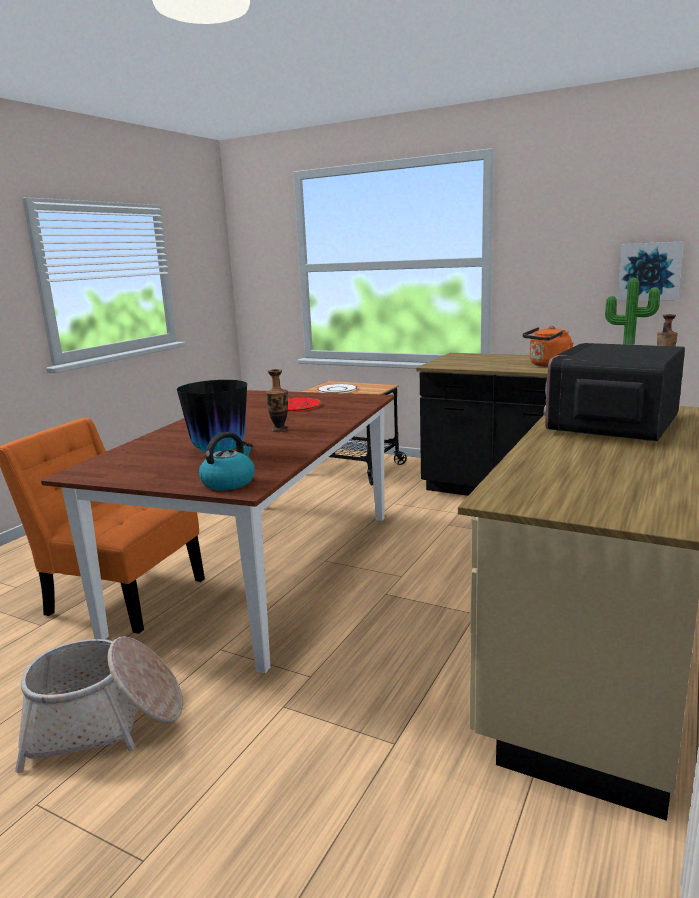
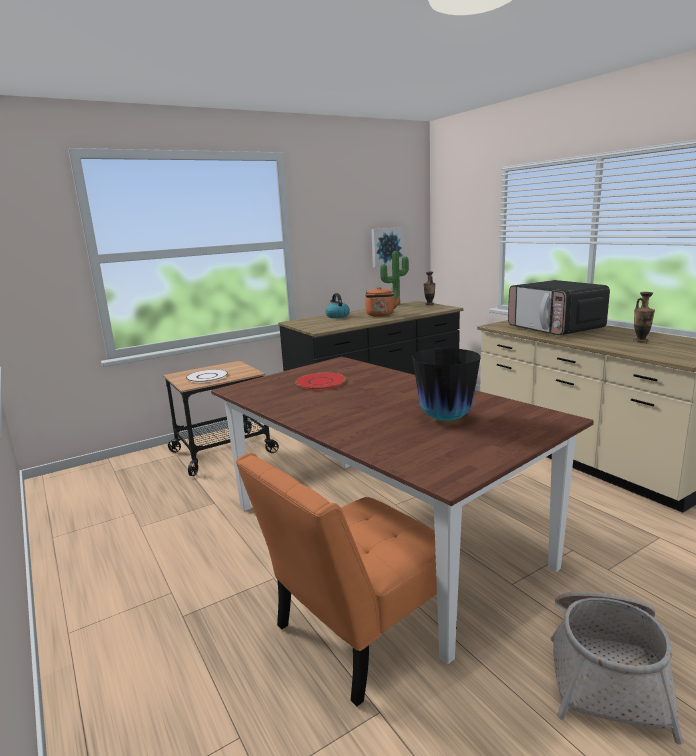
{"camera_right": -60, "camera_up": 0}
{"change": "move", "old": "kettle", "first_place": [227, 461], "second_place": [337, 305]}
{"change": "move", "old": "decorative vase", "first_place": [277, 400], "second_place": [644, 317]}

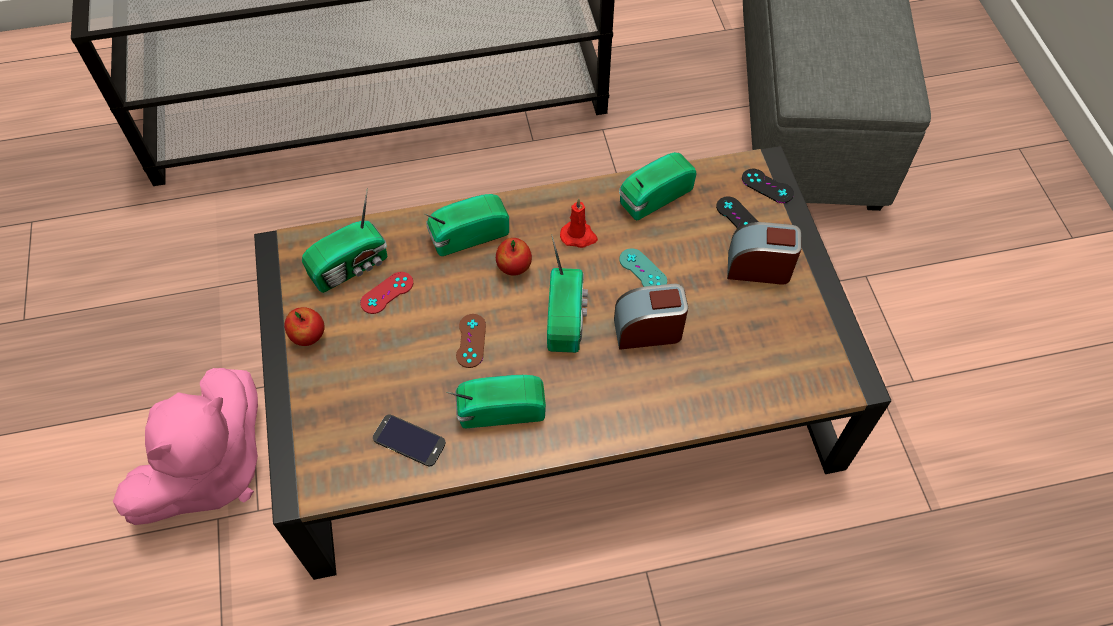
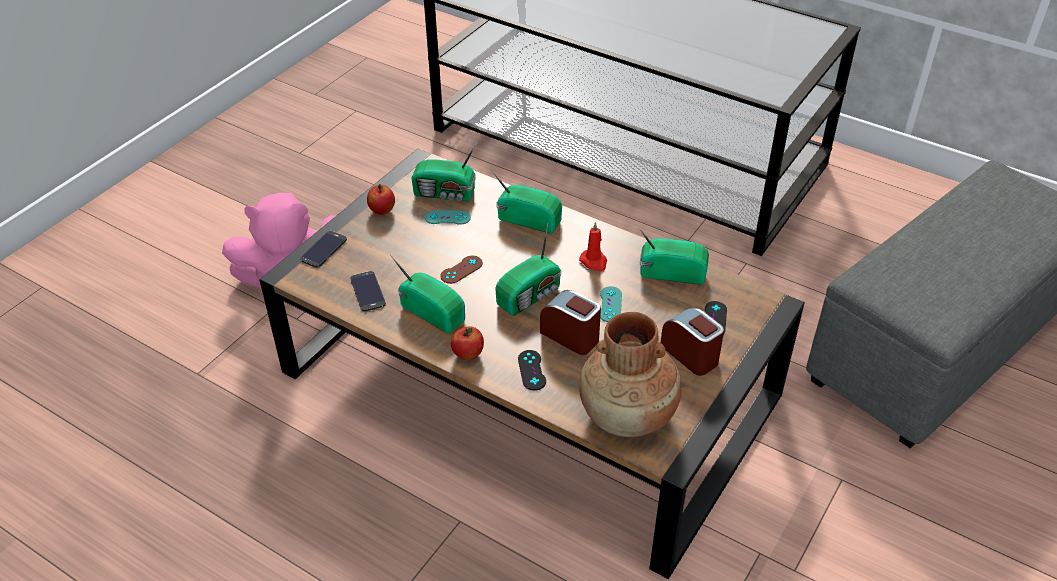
{"camera_right": 45, "camera_up": -15}
{"change": "insert", "new": "handset", "second_place": [323, 249]}
{"change": "recolor", "old": "reddish joypad", "new": "turquoise joypad", "first_place": [386, 293], "second_place": [448, 217]}
{"change": "move", "old": "apple fruit", "first_place": [514, 257], "second_place": [467, 343]}
{"change": "move", "old": "blackish joypad", "first_place": [768, 186], "second_place": [532, 370]}
{"change": "insert", "new": "brown decorative vase", "second_place": [630, 374]}

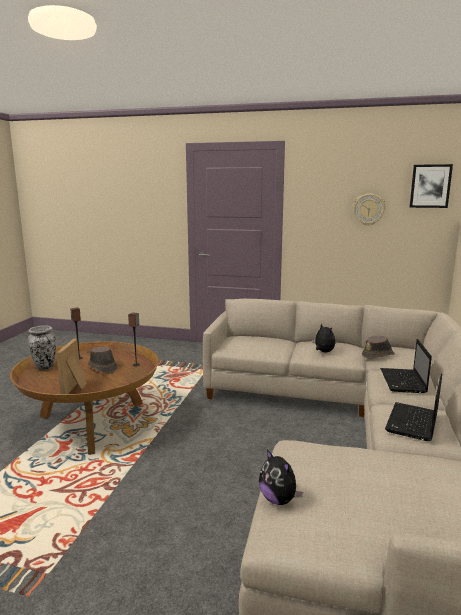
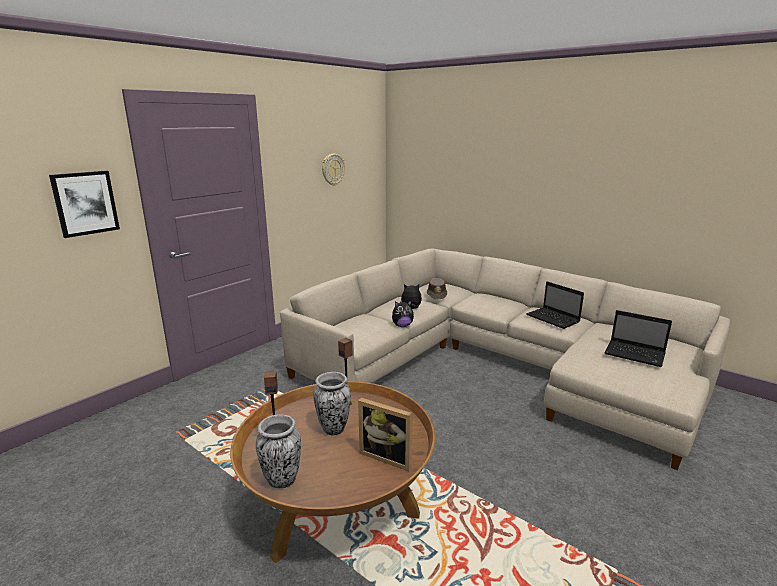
{"camera_right": -65, "camera_up": 5}
{"change": "move", "old": "wall art", "first_place": [431, 186], "second_place": [84, 204]}
{"change": "replace", "old": "brown hat", "new": "decorative vase", "first_place": [102, 360], "second_place": [332, 403]}
{"change": "move", "old": "soft toy", "first_place": [281, 477], "second_place": [403, 314]}
{"change": "move", "old": "notebook computer", "first_place": [406, 366], "second_place": [638, 338]}

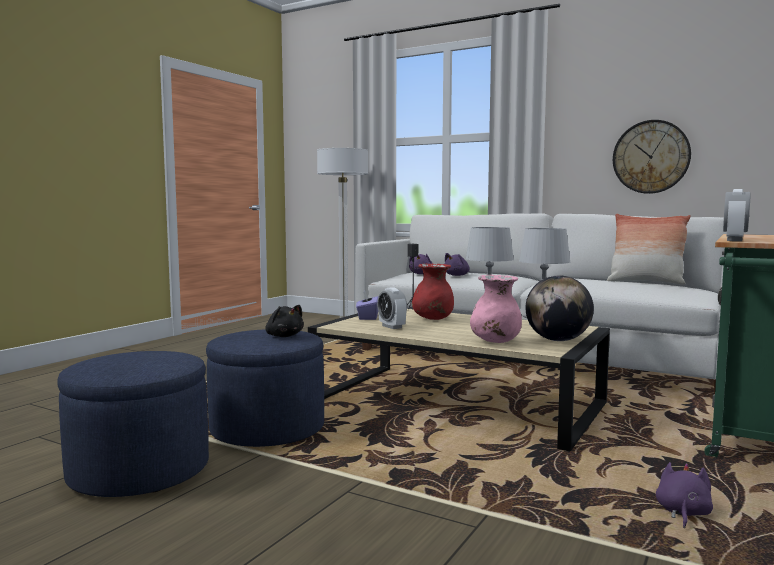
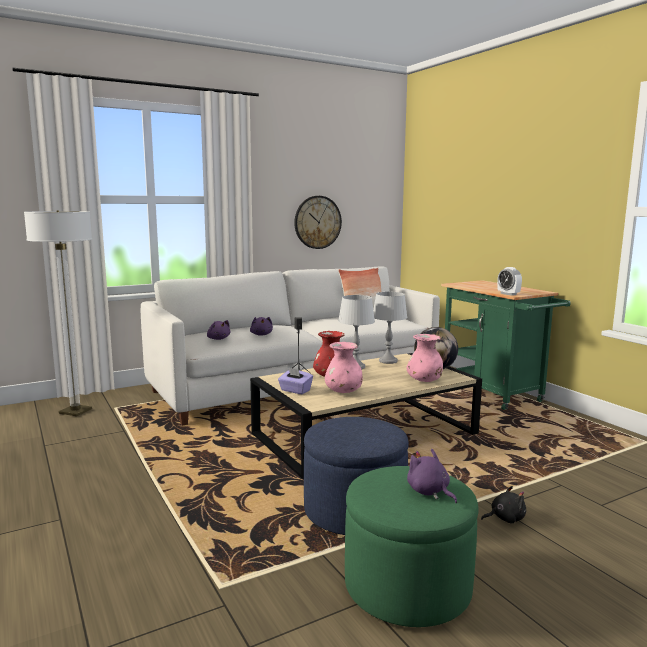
{"camera_right": -60, "camera_up": 5}
{"change": "replace", "old": "table clock", "new": "pinkish decorative vase", "first_place": [392, 308], "second_place": [344, 367]}
{"change": "recolor", "old": "bluish ottoman", "new": "green-coloured ottoman", "first_place": [133, 424], "second_place": [412, 546]}
{"change": "move", "old": "purple soft toy", "first_place": [684, 495], "second_place": [432, 476]}
{"change": "move", "old": "blackish soft toy", "first_place": [284, 321], "second_place": [503, 504]}

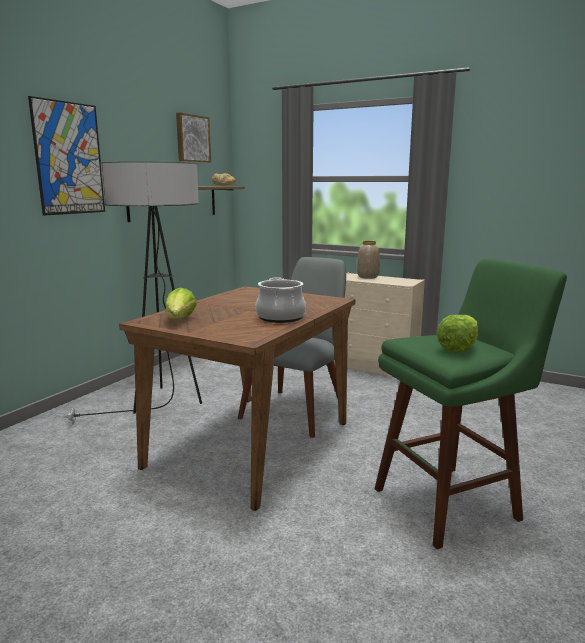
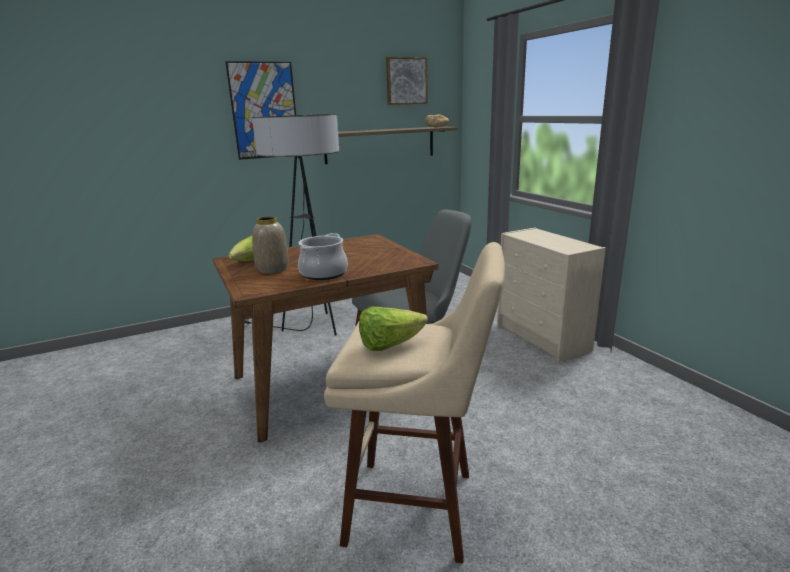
{"camera_right": 35, "camera_up": 5}
{"change": "move", "old": "decorative vase", "first_place": [368, 260], "second_place": [270, 245]}
{"change": "recolor", "old": "green-coloured stool", "new": "sand-coloured stool", "first_place": [471, 403], "second_place": [414, 403]}

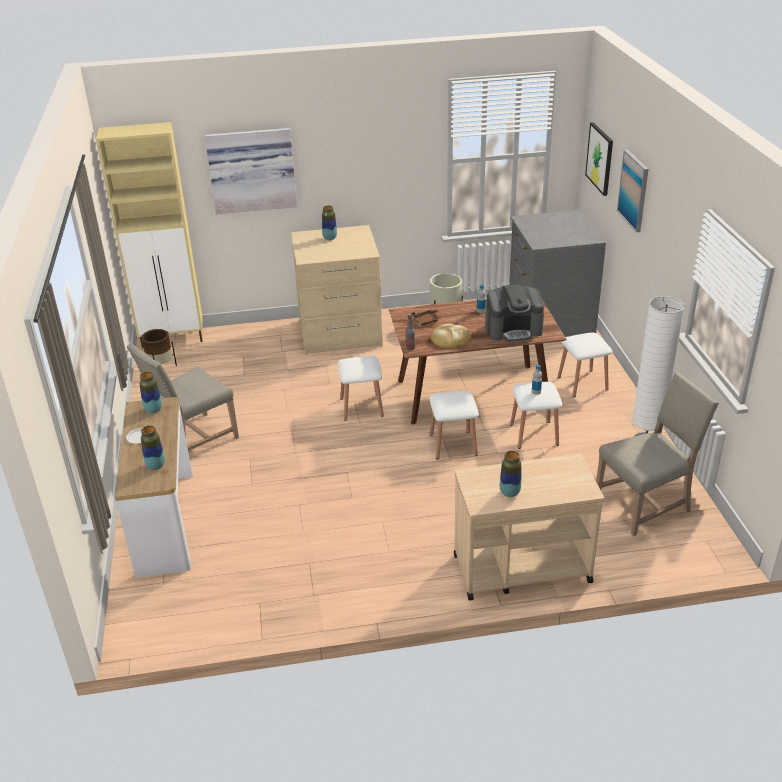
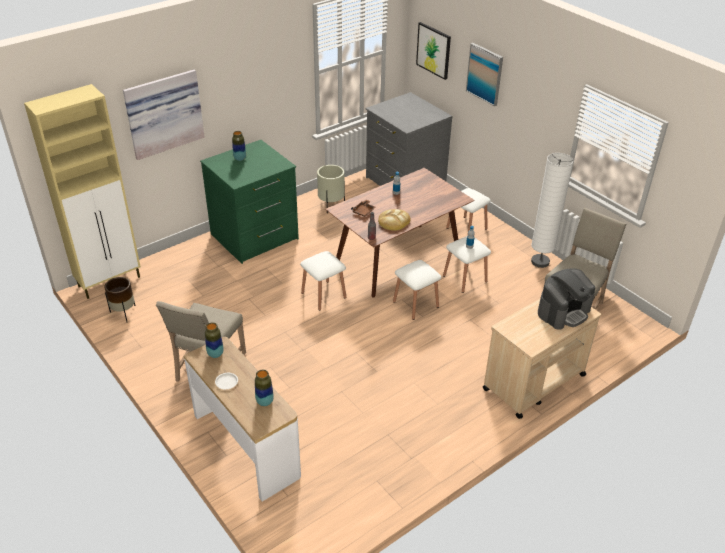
{"camera_right": -30, "camera_up": 5}
{"change": "recolor", "old": "sand-coloured drawer chest", "new": "green-coloured drawer chest", "first_place": [337, 290], "second_place": [249, 202]}
{"change": "move", "old": "coffee machine", "first_place": [514, 313], "second_place": [566, 299]}
{"change": "delete", "old": "decorative vase", "first_place": [510, 474]}

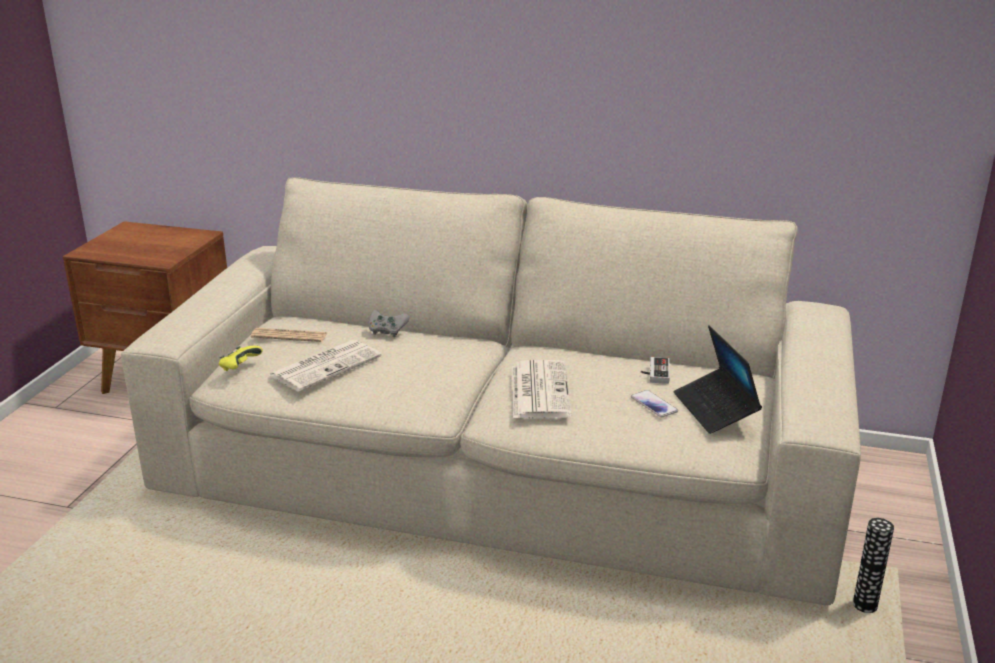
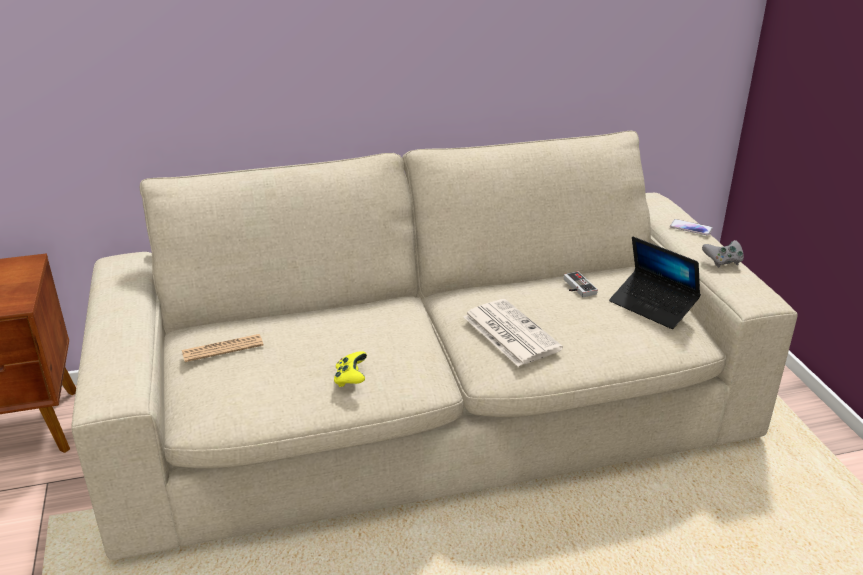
{"camera_right": -30, "camera_up": 5}
{"change": "move", "old": "yellowish joypad", "first_place": [241, 358], "second_place": [350, 369]}
{"change": "move", "old": "handset", "first_place": [654, 403], "second_place": [691, 227]}
{"change": "move", "old": "grey joypad", "first_place": [389, 323], "second_place": [723, 254]}
{"change": "delete", "old": "printed paper", "first_place": [325, 366]}
{"change": "delete", "old": "decorative vase", "first_place": [873, 565]}

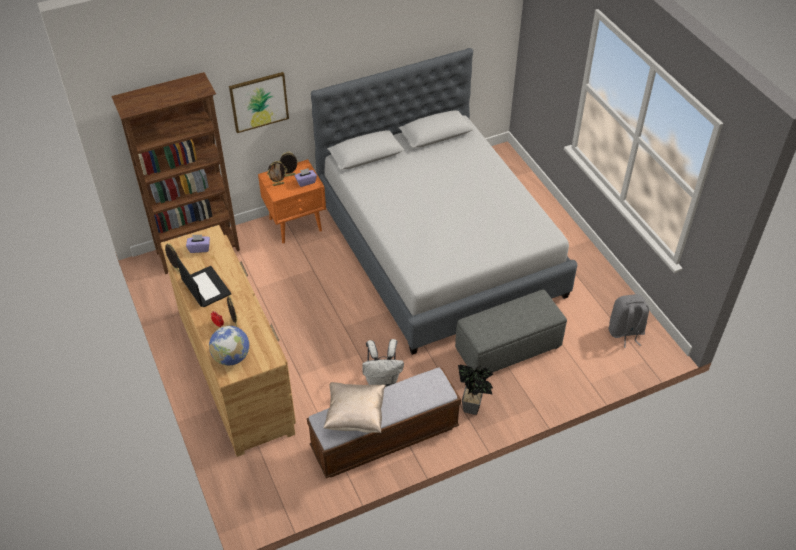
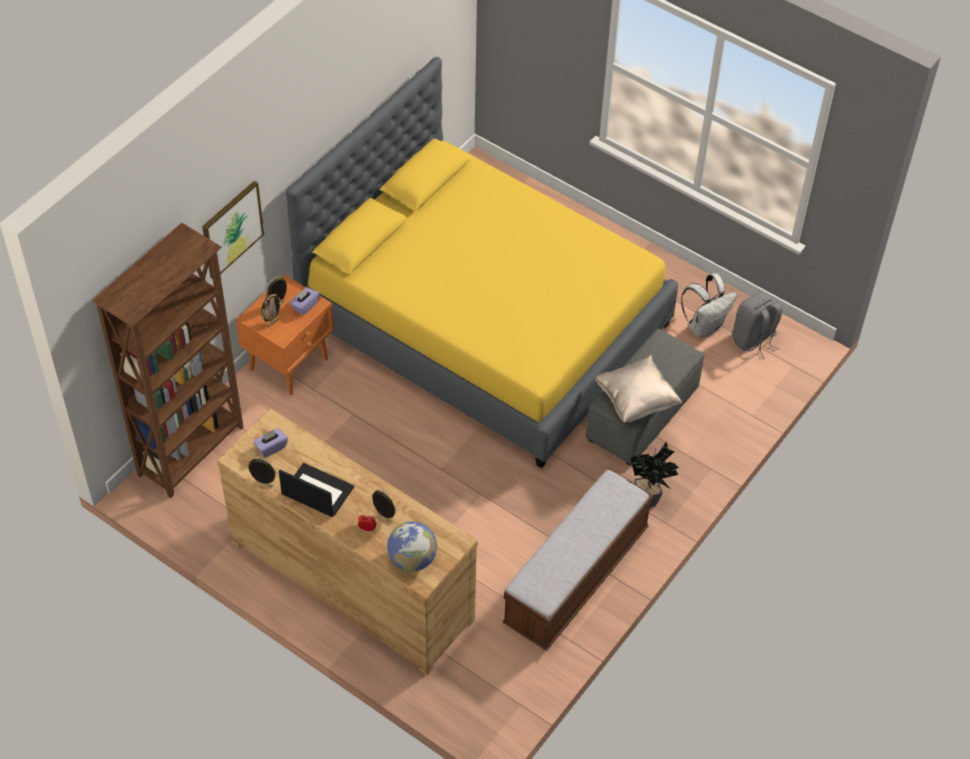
{"camera_right": -30, "camera_up": 5}
{"change": "recolor", "old": "grey bedroom bed", "new": "yellowish bedroom bed", "first_place": [444, 201], "second_place": [482, 262]}
{"change": "move", "old": "sand-coloured pillow", "first_place": [354, 407], "second_place": [638, 389]}
{"change": "move", "old": "white-coloured rucksack", "first_place": [383, 363], "second_place": [709, 305]}

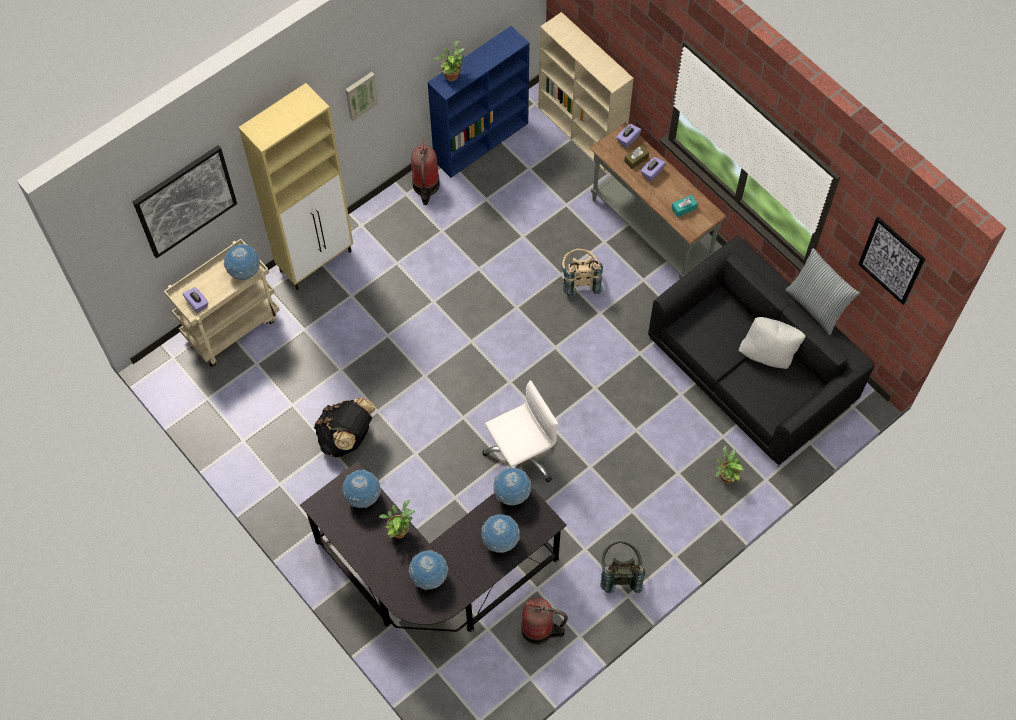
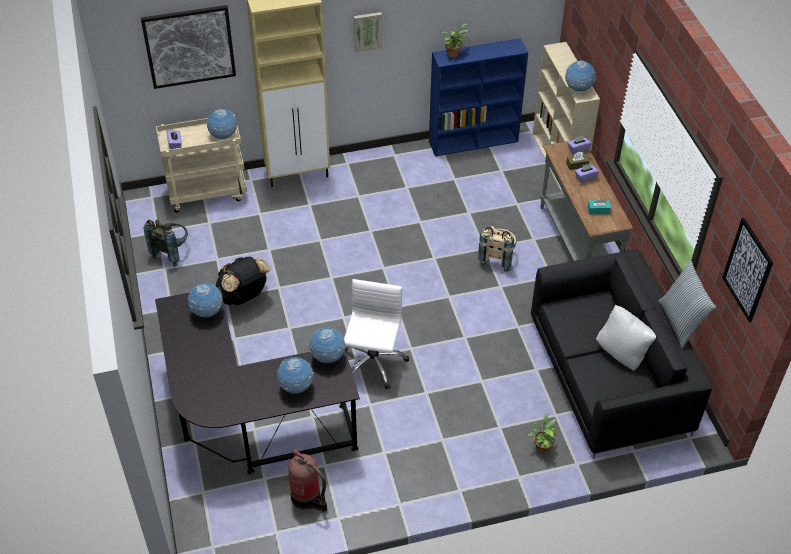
{"camera_right": 25, "camera_up": -15}
{"change": "move", "old": "grey rucksack", "first_place": [622, 567], "second_place": [166, 243]}
{"change": "rotate", "old": "white-coloured desk chair", "first_place": [520, 431], "second_place": [376, 334], "degrees": -75}
{"change": "move", "old": "globe", "first_place": [428, 570], "second_place": [580, 75]}
{"change": "delete", "old": "potted plant", "first_place": [397, 519]}
{"change": "delete", "old": "extinguisher", "first_place": [425, 171]}

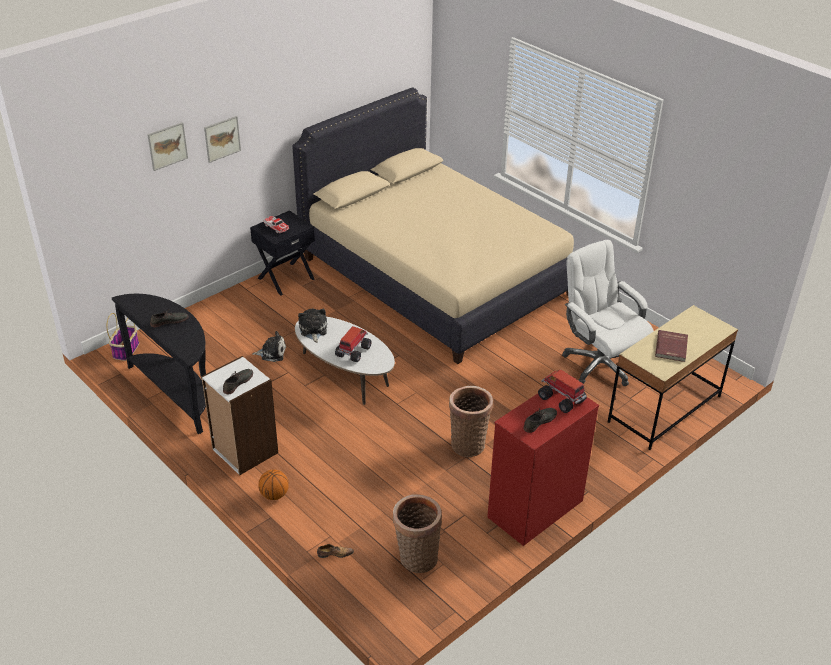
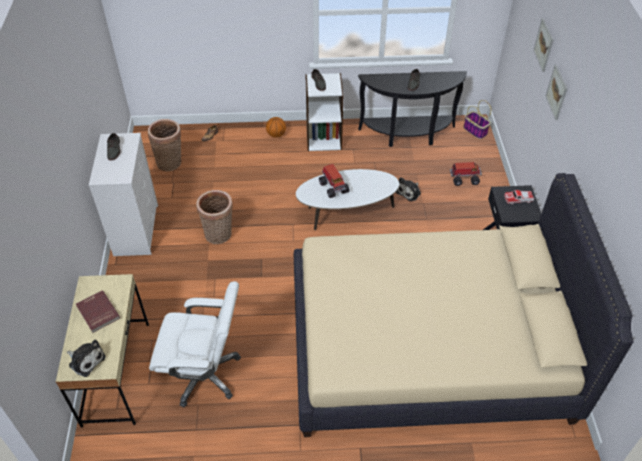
{"camera_right": 130, "camera_up": 10}
{"change": "move", "old": "soft toy", "first_place": [312, 326], "second_place": [86, 358]}
{"change": "recolor", "old": "reddish drawer chest", "new": "white-coloured drawer chest", "first_place": [543, 467], "second_place": [123, 194]}
{"change": "move", "old": "toy lorry", "first_place": [562, 391], "second_place": [466, 174]}

